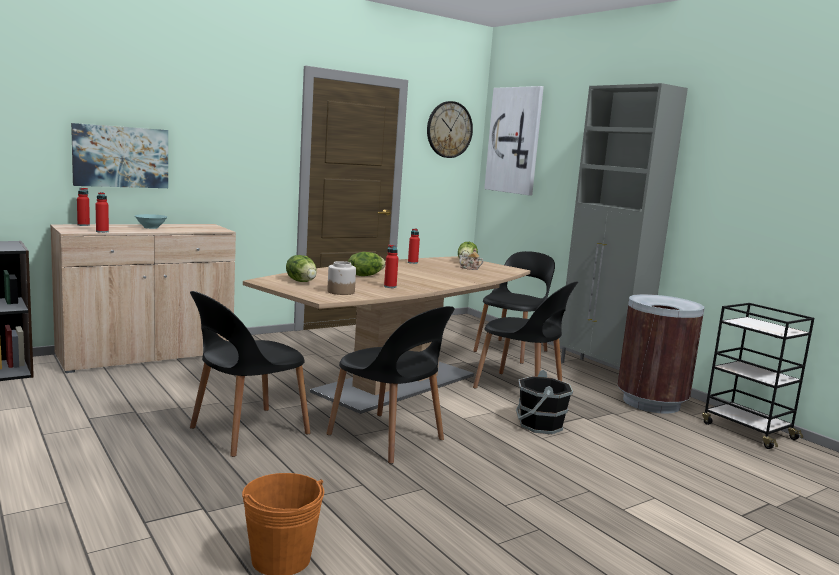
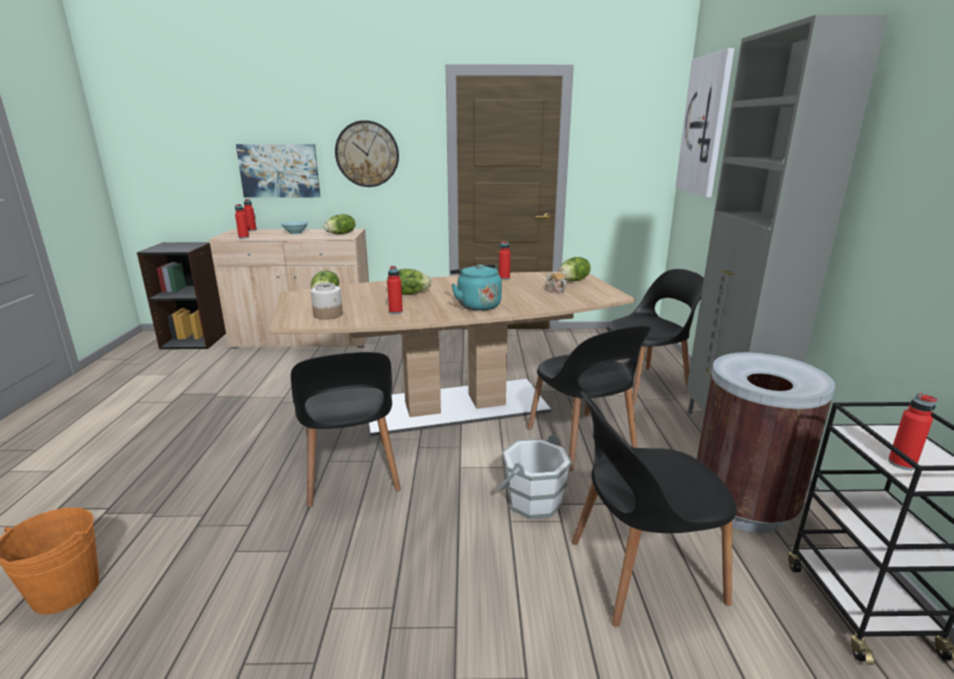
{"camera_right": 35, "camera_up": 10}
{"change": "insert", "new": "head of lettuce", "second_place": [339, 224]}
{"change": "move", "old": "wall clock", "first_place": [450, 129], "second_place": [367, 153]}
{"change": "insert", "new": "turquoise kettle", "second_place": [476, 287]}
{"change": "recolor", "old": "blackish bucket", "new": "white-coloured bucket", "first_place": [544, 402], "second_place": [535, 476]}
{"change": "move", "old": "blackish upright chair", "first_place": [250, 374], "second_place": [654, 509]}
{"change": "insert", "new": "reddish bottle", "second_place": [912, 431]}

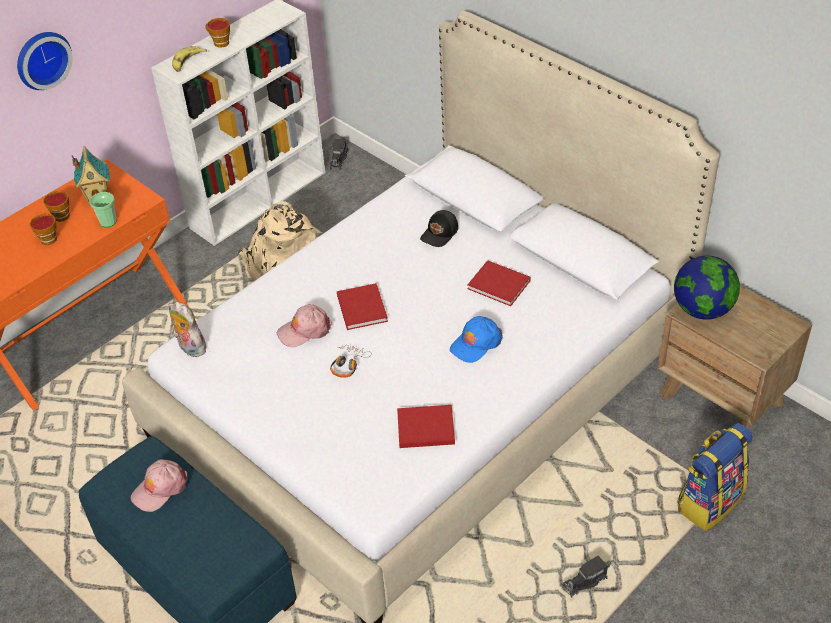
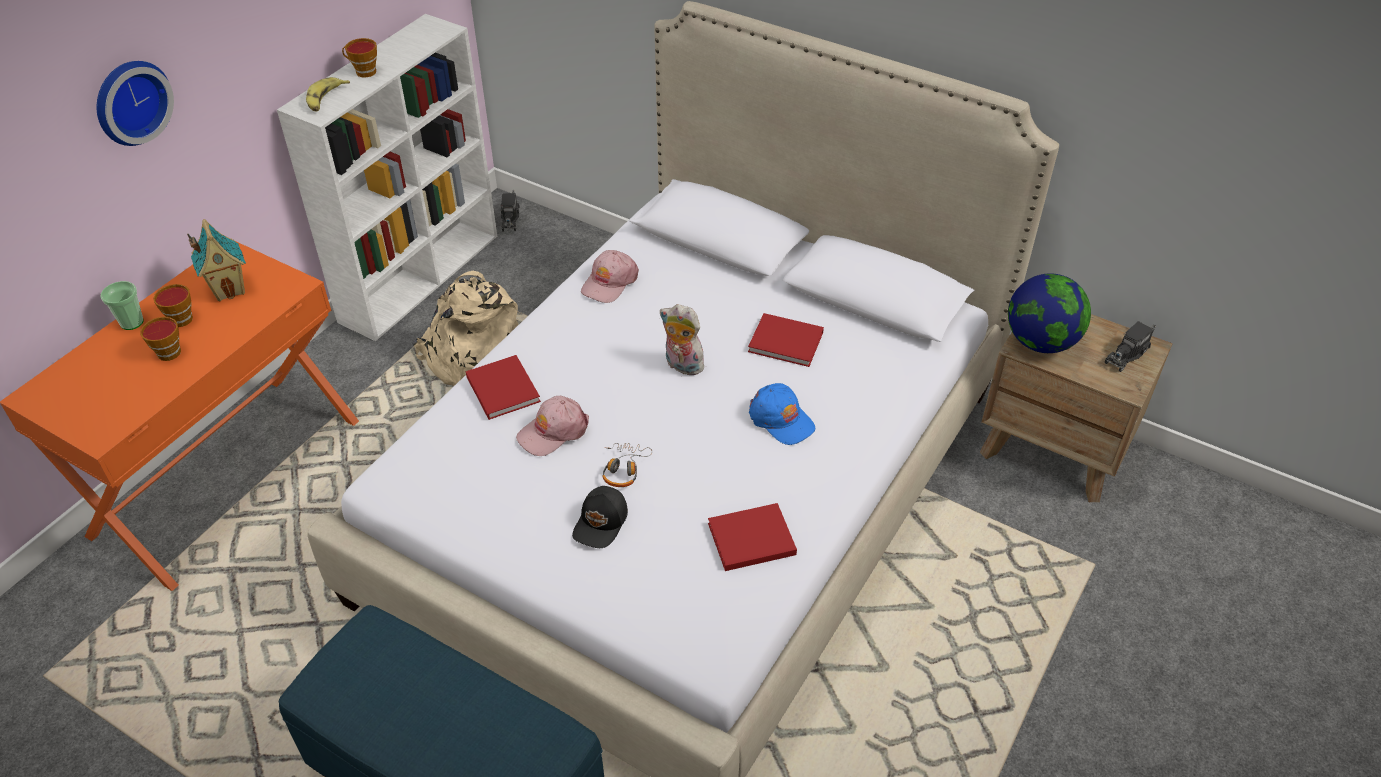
{"camera_right": -15, "camera_up": 0}
{"change": "move", "old": "cup", "first_place": [103, 209], "second_place": [122, 305]}
{"change": "move", "old": "reddish book", "first_place": [362, 306], "second_place": [503, 387]}
{"change": "move", "old": "blackish cap", "first_place": [439, 228], "second_place": [600, 517]}
{"change": "move", "old": "pinkish cap", "first_place": [159, 485], "second_place": [610, 276]}
{"change": "move", "old": "soft toy", "first_place": [188, 329], "second_place": [682, 339]}
{"change": "rotate", "old": "bluish cap", "first_place": [476, 339], "second_place": [782, 414], "degrees": -75}
{"change": "move", "old": "toy lorry", "first_place": [587, 576], "second_place": [1130, 346]}
{"change": "delete", "old": "rucksack", "first_place": [714, 477]}

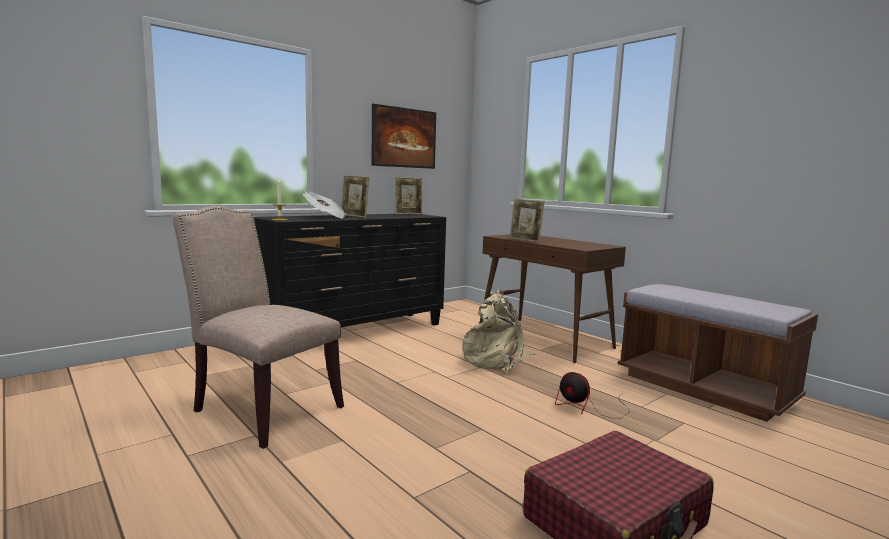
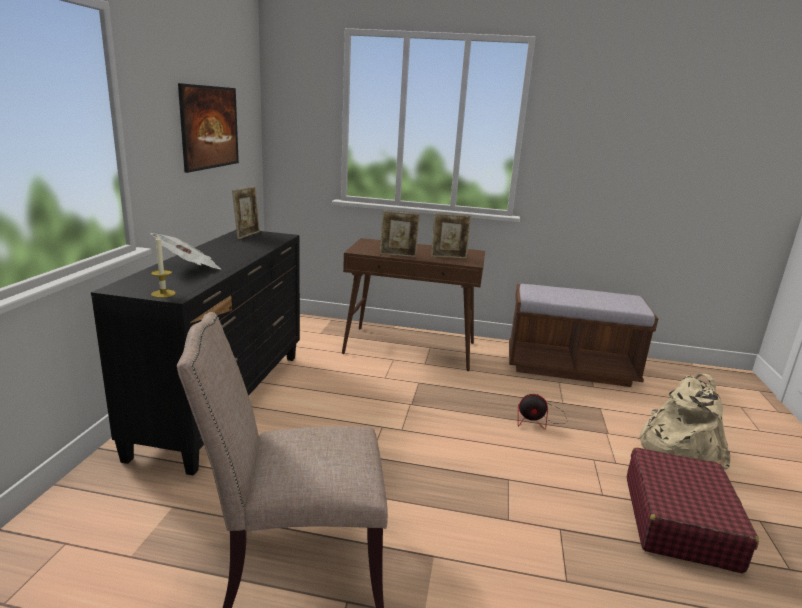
{"camera_right": -40, "camera_up": 10}
{"change": "move", "old": "standing frame", "first_place": [355, 196], "second_place": [451, 236]}
{"change": "move", "old": "sand-coloured rucksack", "first_place": [498, 331], "second_place": [683, 421]}

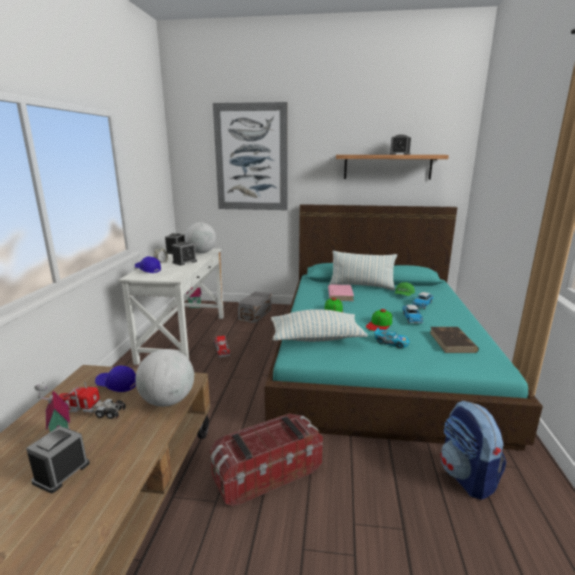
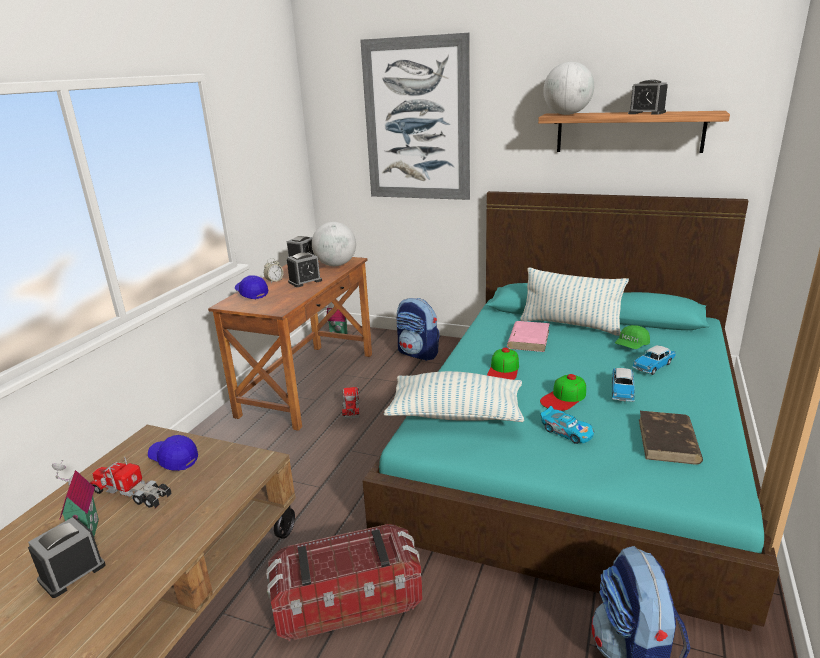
{"camera_right": 15, "camera_up": 5}
{"change": "recolor", "old": "white-coloured desk unit", "new": "brown desk unit", "first_place": [171, 306], "second_place": [290, 344]}
{"change": "replace", "old": "grey storage bin", "new": "rucksack", "first_place": [254, 307], "second_place": [418, 329]}
{"change": "move", "old": "globe", "first_place": [164, 378], "second_place": [568, 88]}

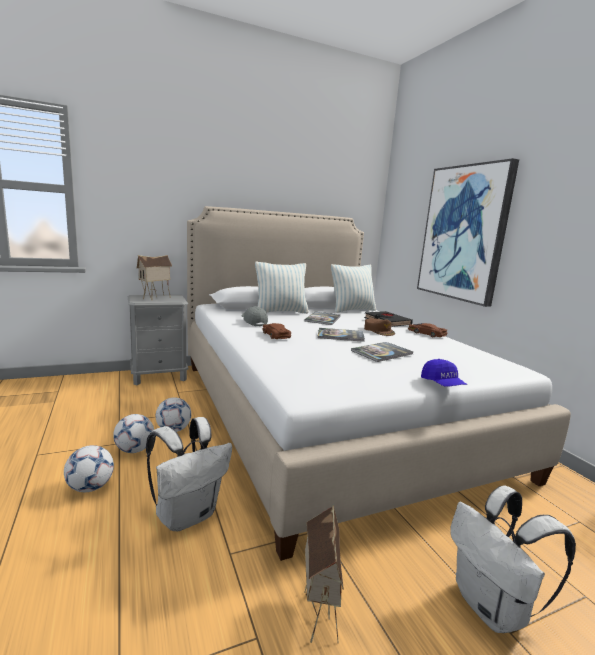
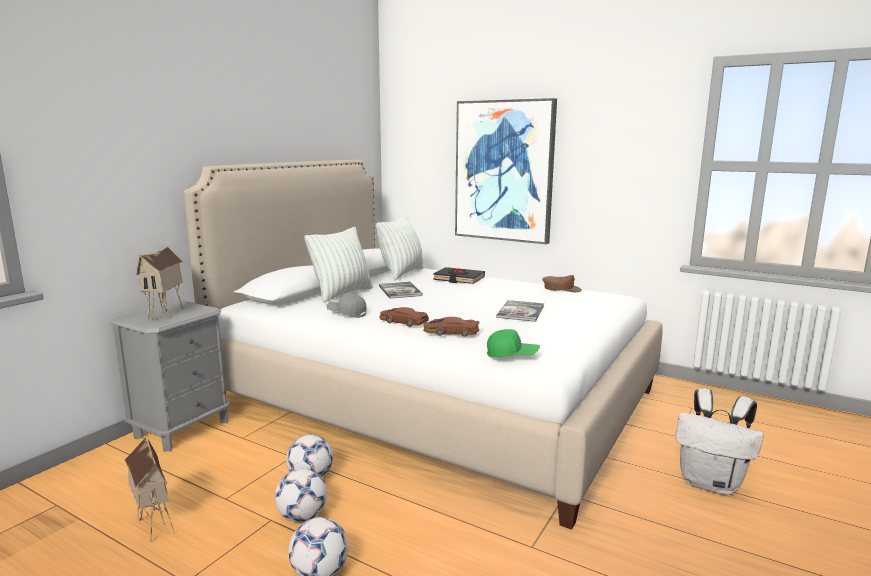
{"camera_right": -35, "camera_up": 0}
{"change": "move", "old": "model house", "first_place": [324, 574], "second_place": [150, 489]}
{"change": "move", "old": "brown miniature car", "first_place": [428, 330], "second_place": [451, 327]}
{"change": "insert", "new": "green-coloured cap", "second_place": [513, 343]}
{"change": "move", "old": "brown cap", "first_place": [379, 327], "second_place": [562, 283]}
{"change": "delete", "old": "white-coloured rucksack", "first_place": [189, 474]}
{"change": "delete", "old": "book", "first_place": [341, 335]}
{"change": "delete", "old": "bluish cap", "first_place": [444, 373]}

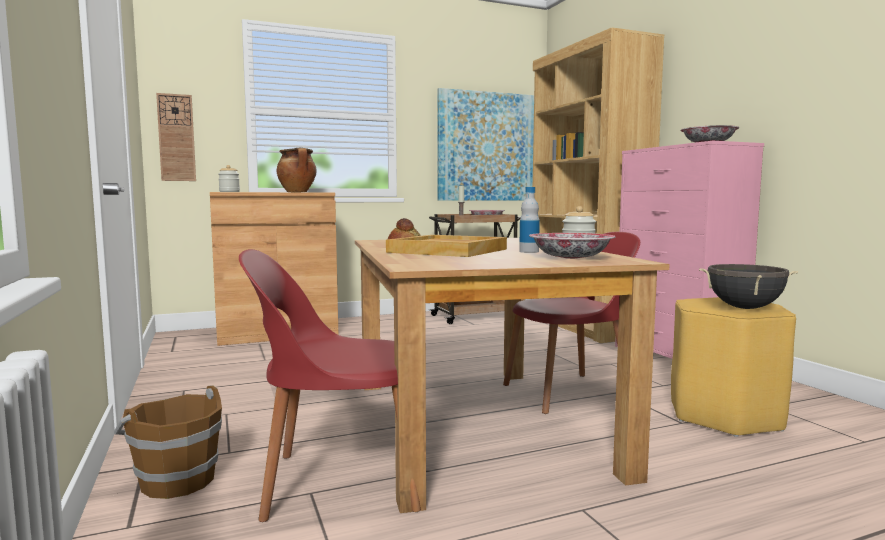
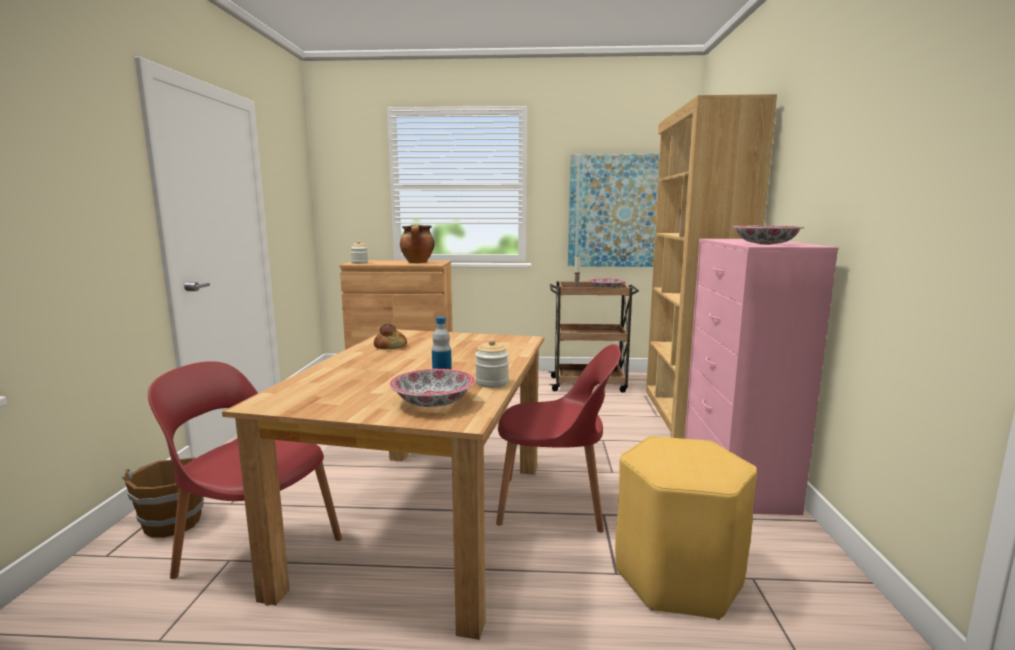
{"camera_right": 25, "camera_up": 5}
{"change": "delete", "old": "wall clock", "first_place": [176, 137]}
{"change": "delete", "old": "sand-coloured tray", "first_place": [446, 246]}
{"change": "delete", "old": "blackish cooking pot", "first_place": [748, 286]}

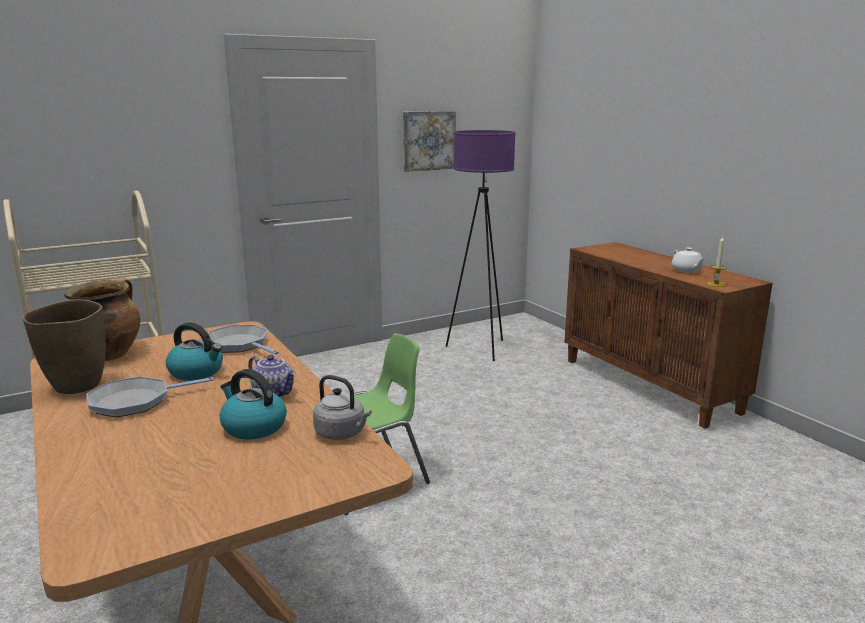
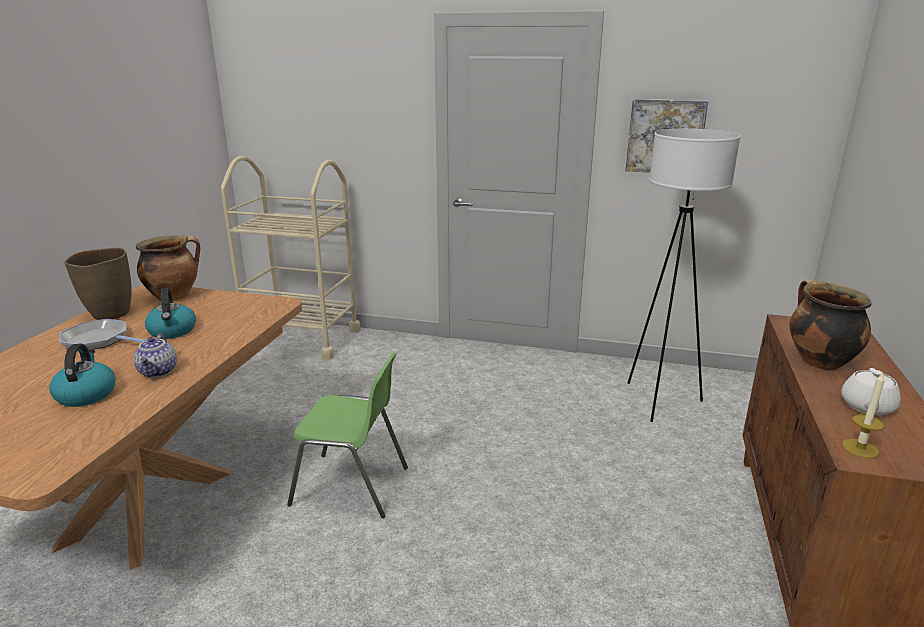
{"camera_right": 45, "camera_up": 5}
{"change": "recolor", "old": "purple standing lamp", "new": "white-coloured standing lamp", "first_place": [481, 245], "second_place": [684, 275]}
{"change": "insert", "new": "cooking pot", "second_place": [830, 325]}
{"change": "delete", "old": "skillet", "first_place": [243, 340]}
{"change": "delete", "old": "grey kettle", "first_place": [342, 407]}

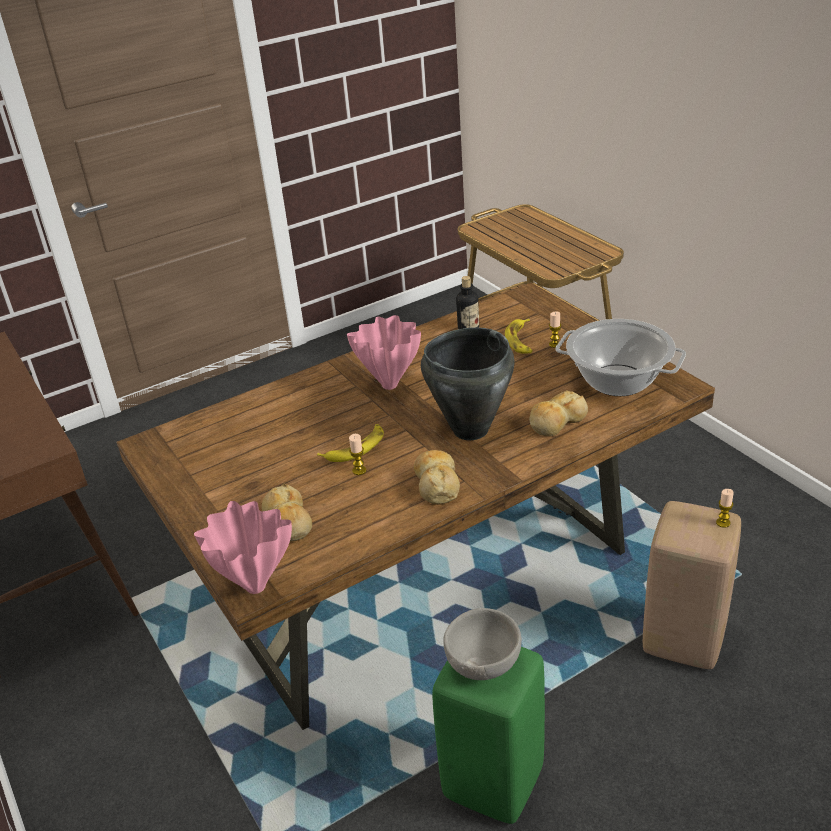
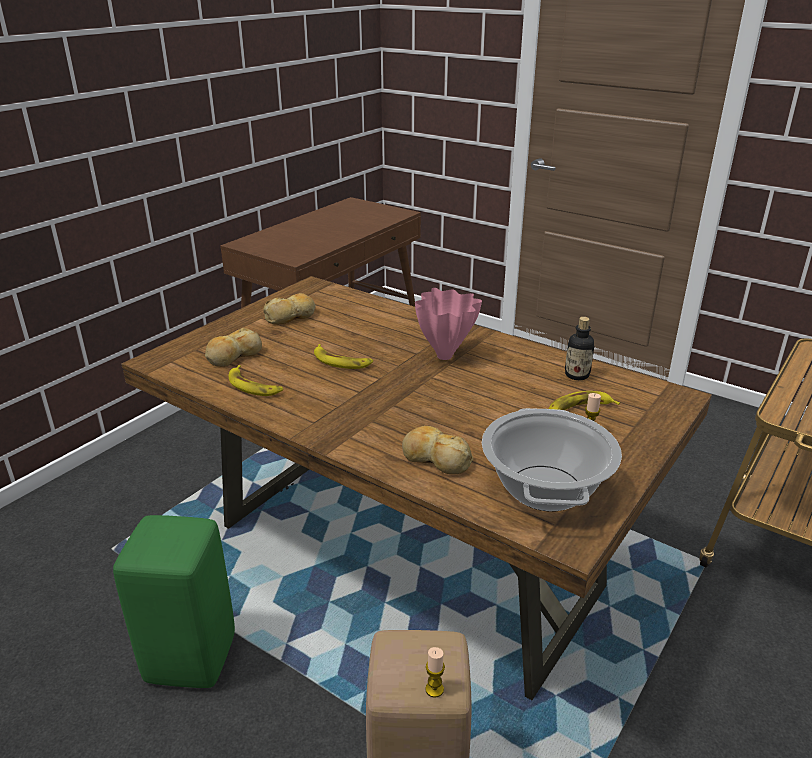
{"camera_right": 65, "camera_up": -5}
{"change": "insert", "new": "banana fruit", "second_place": [255, 380]}
{"change": "move", "old": "bread", "first_place": [437, 477], "second_place": [289, 309]}
{"change": "delete", "old": "pinkish decorative vase", "first_place": [243, 547]}
{"change": "delete", "old": "wax light", "first_place": [357, 454]}
{"change": "delete", "old": "blackish cooking pot", "first_place": [468, 383]}
{"change": "delete", "old": "grey deep dish", "first_place": [482, 644]}

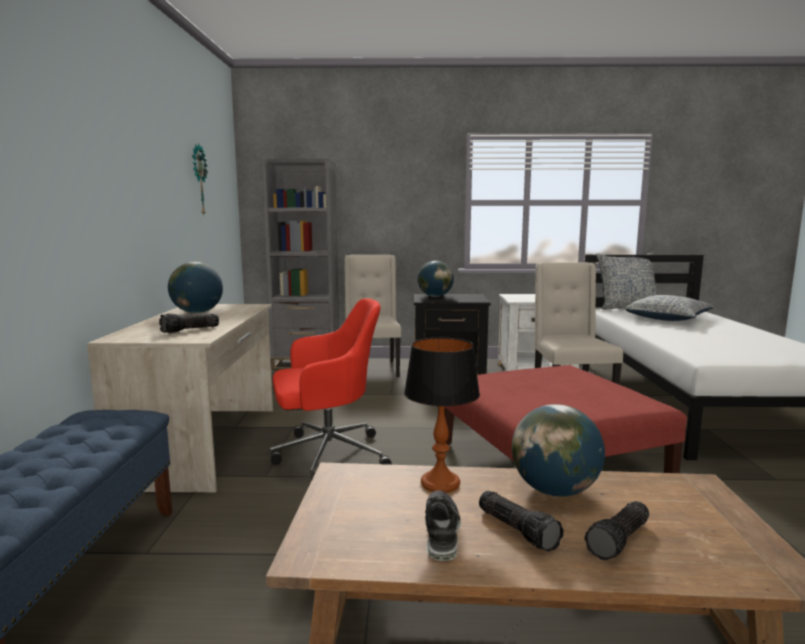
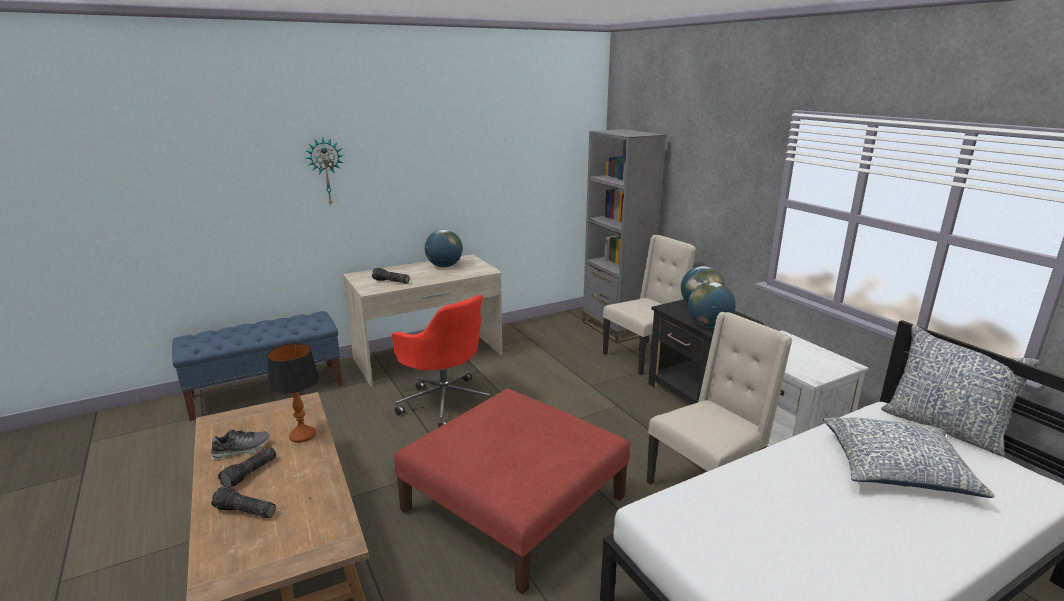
{"camera_right": 60, "camera_up": 10}
{"change": "move", "old": "wall clock", "first_place": [200, 179], "second_place": [324, 171]}
{"change": "move", "old": "globe", "first_place": [558, 450], "second_place": [712, 305]}

